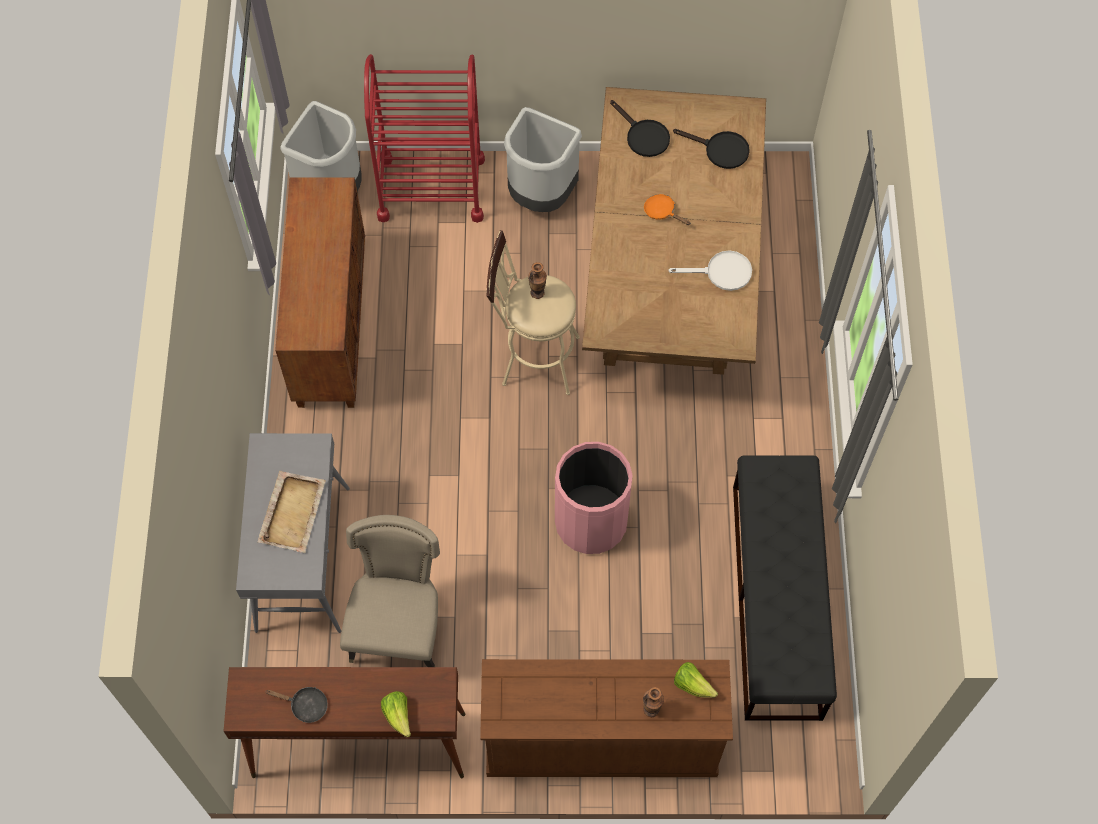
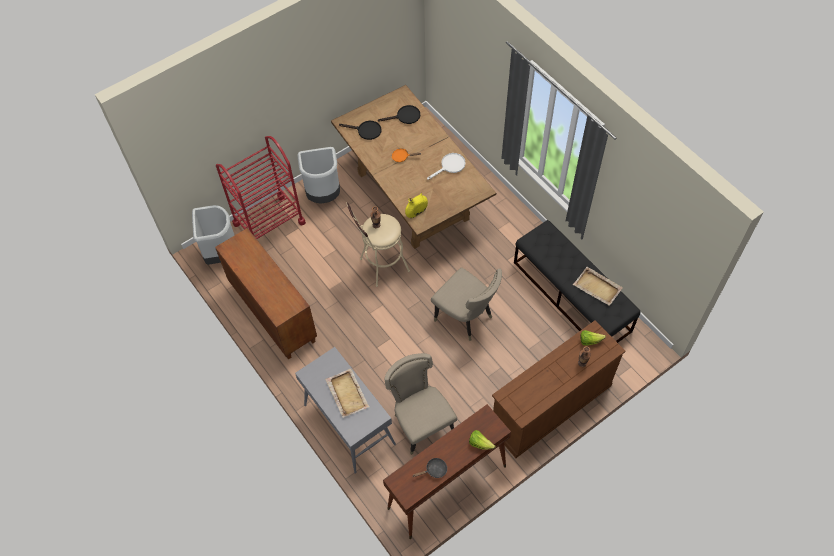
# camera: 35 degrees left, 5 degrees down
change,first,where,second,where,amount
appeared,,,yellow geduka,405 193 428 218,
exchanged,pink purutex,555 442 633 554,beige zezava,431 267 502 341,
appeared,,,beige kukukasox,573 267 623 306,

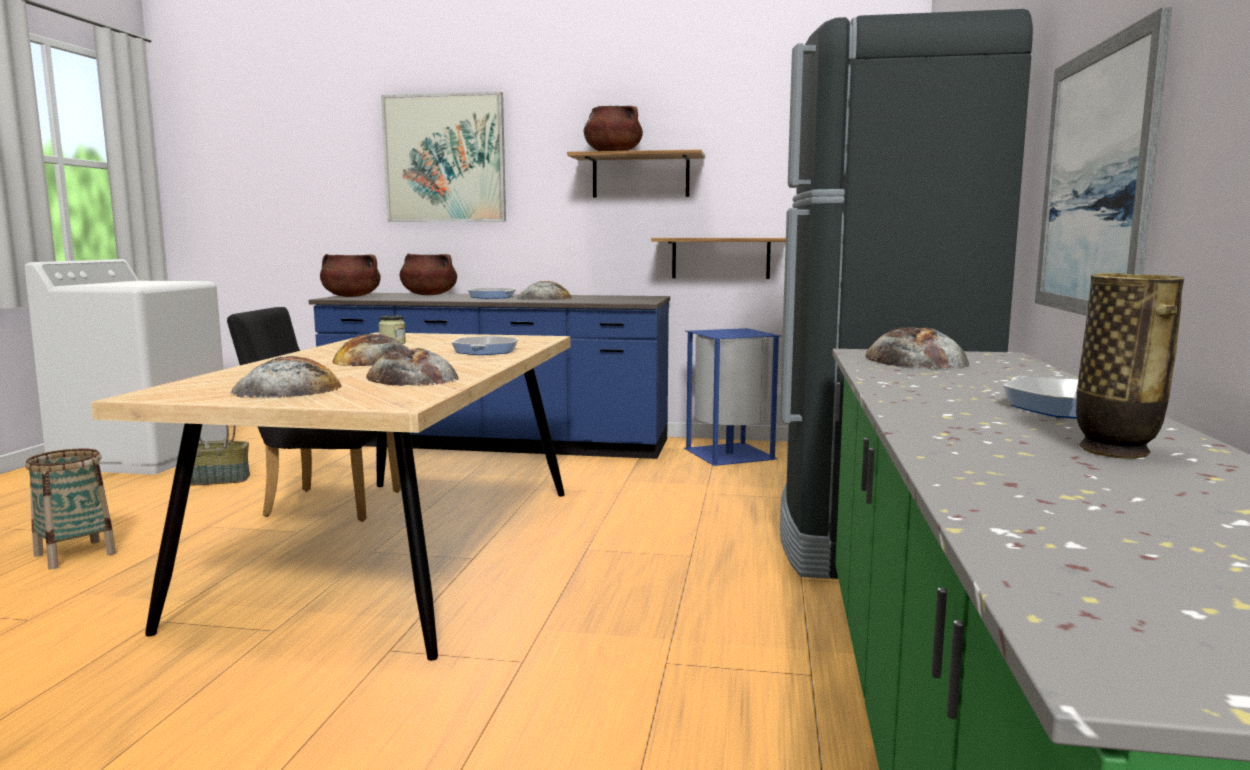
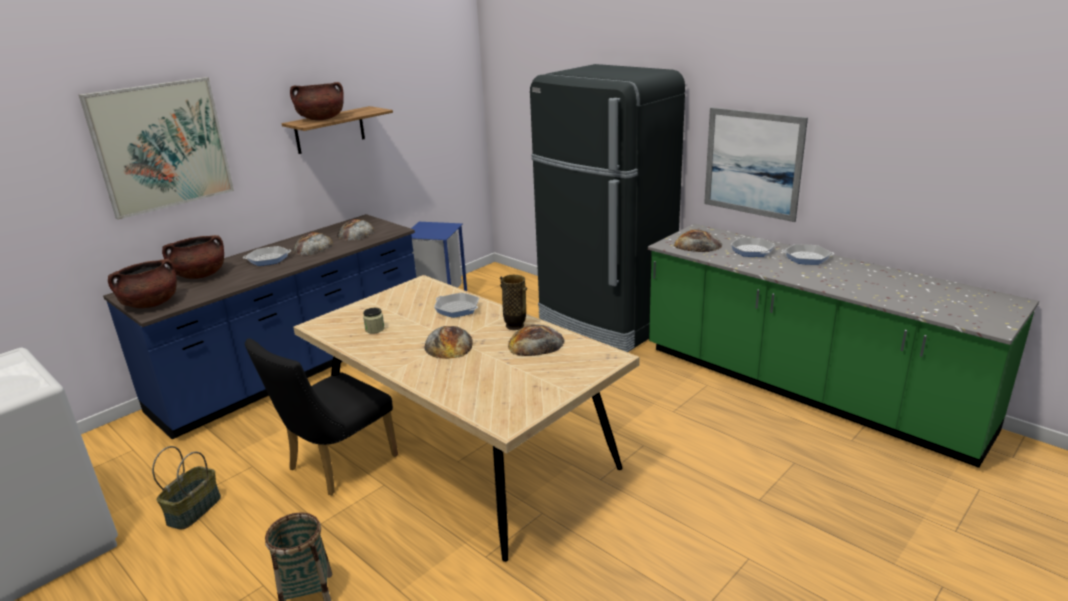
# camera: 55 degrees left, 15 degrees up
change,first,where,second,where,amount
relocated,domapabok,230 356 342 398,,336 219 375 241,
relocated,geduka,1076 273 1184 458,,500 275 527 330,
appeared,,,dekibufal,730 237 775 257,
missing,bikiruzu,651 238 786 279,,,

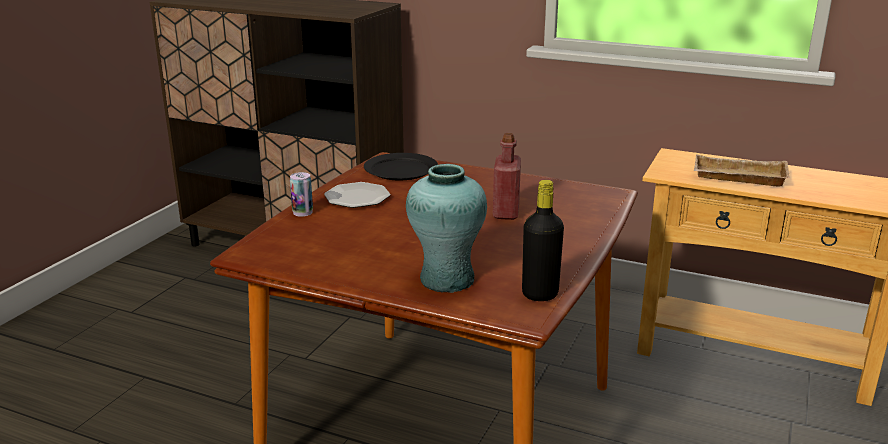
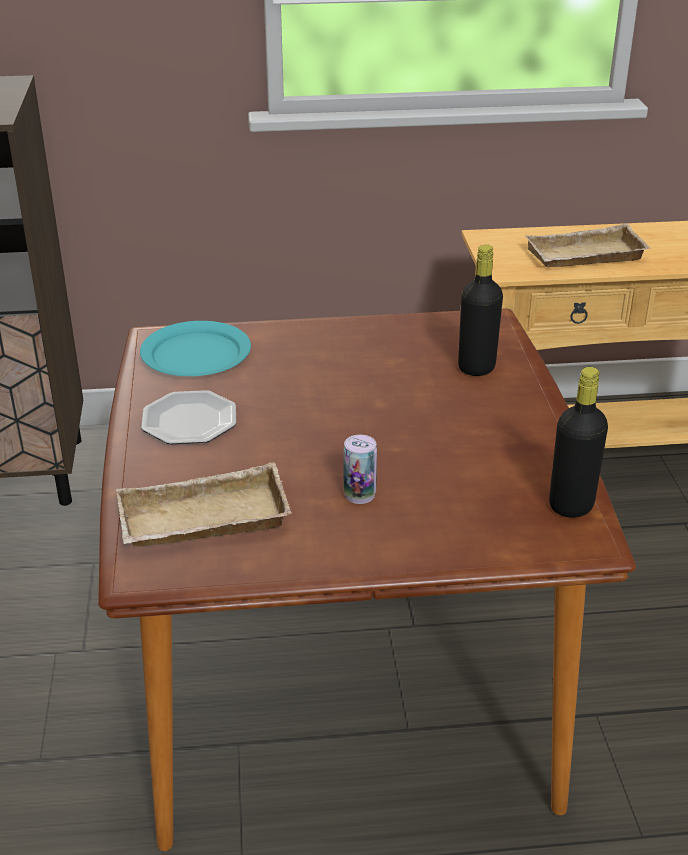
# camera: 30 degrees left, 10 degrees up
change,first,where,second,where,amount
appeared,,,beige kukukasox,116 462 292 547,
colour,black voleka,364 153 438 180,turquoise voleka,140 321 251 376,
relocated,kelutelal,290 172 313 217,,344 435 377 504,
appeared,,,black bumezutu,458 245 503 376,
missing,turquoise geduka,406 164 487 293,,,
missing,red bumezutu,493 133 521 220,,,

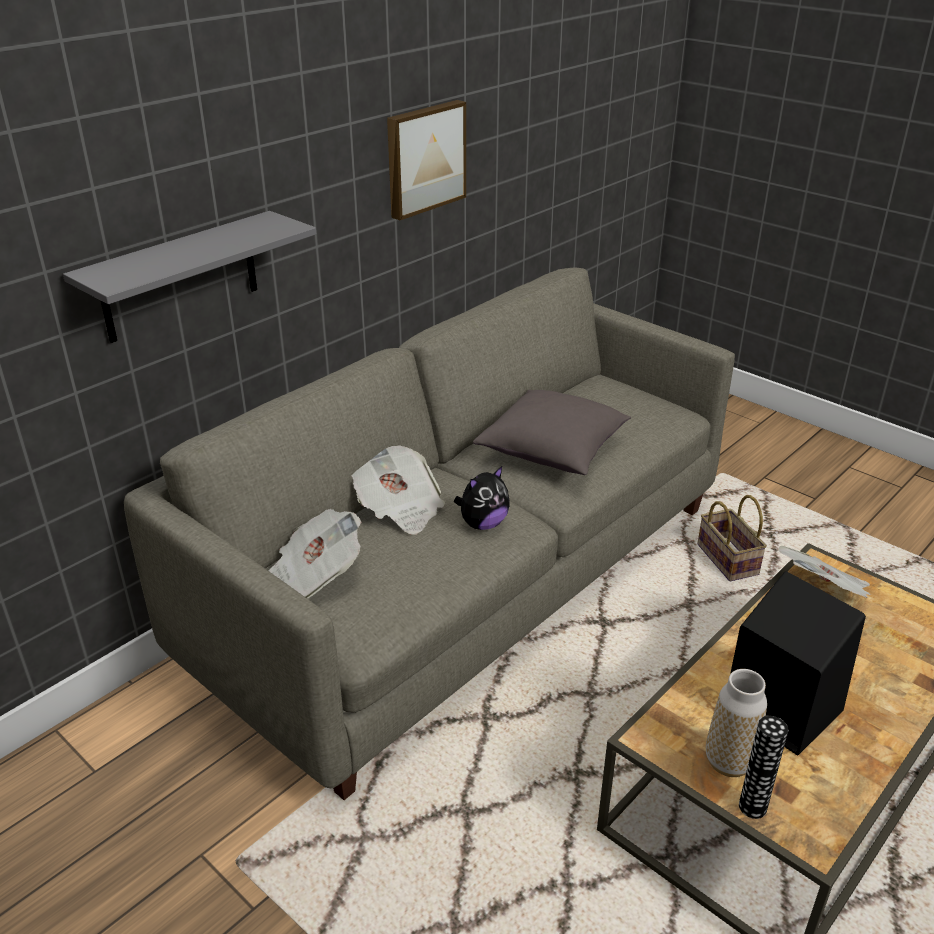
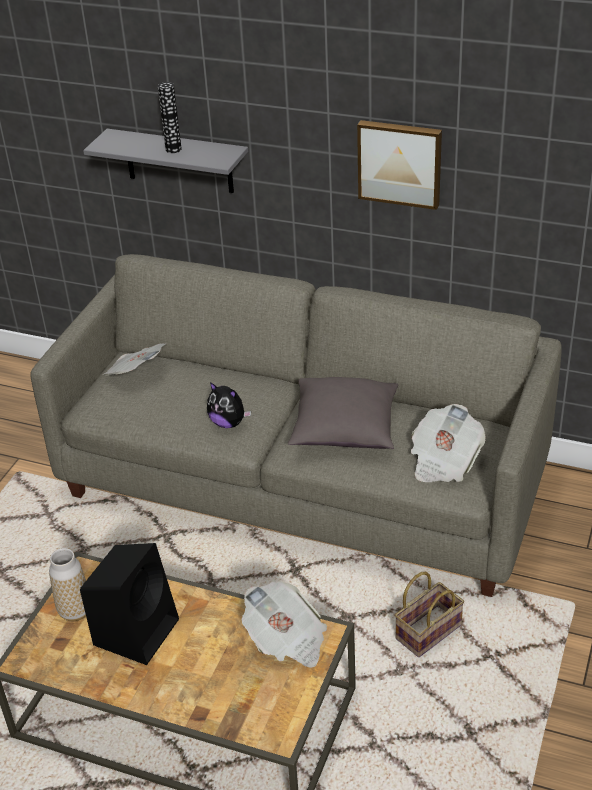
# camera: 70 degrees right, 5 degrees up
change,first,where,second,where,amount
relocated,geduka,739 716 788 819,,158 82 182 153,
relocated,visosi,351 445 445 535,,411 404 486 482,

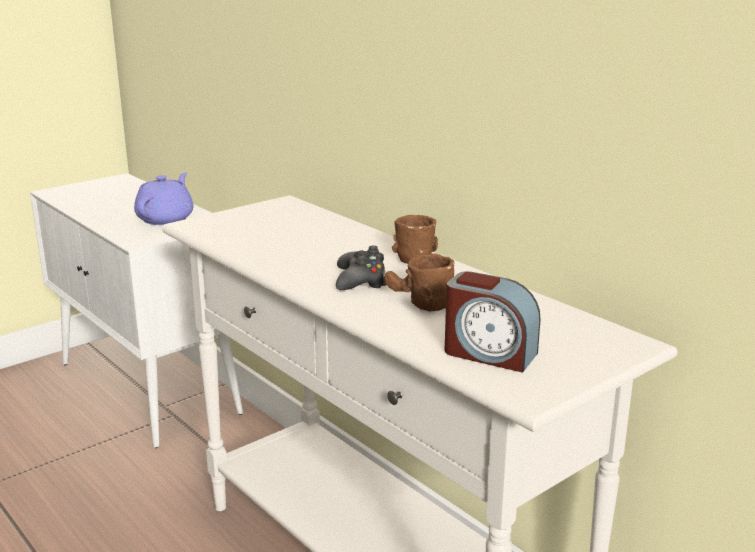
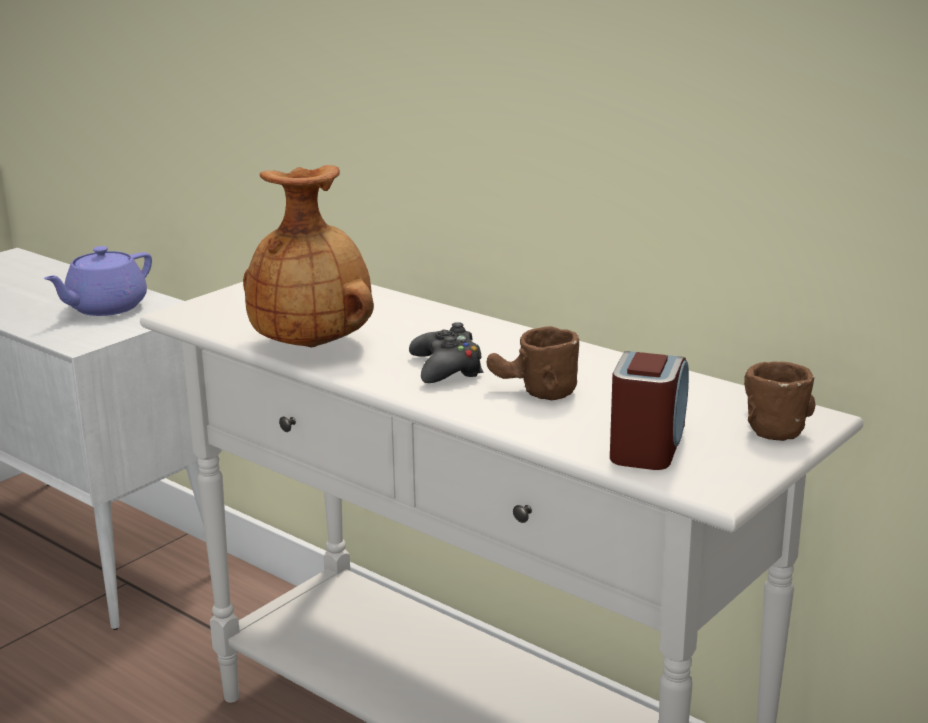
# camera: 10 degrees left, 0 degrees up
change,first,where,second,where,amount
spun,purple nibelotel,134 172 193 225,,43 246 152 316,150 degrees counterclockwise
appeared,,,brown geduka,243 165 374 348,
spun,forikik,445 271 540 373,,610 351 689 470,90 degrees counterclockwise
relocated,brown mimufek,392 215 438 264,,744 361 815 441,

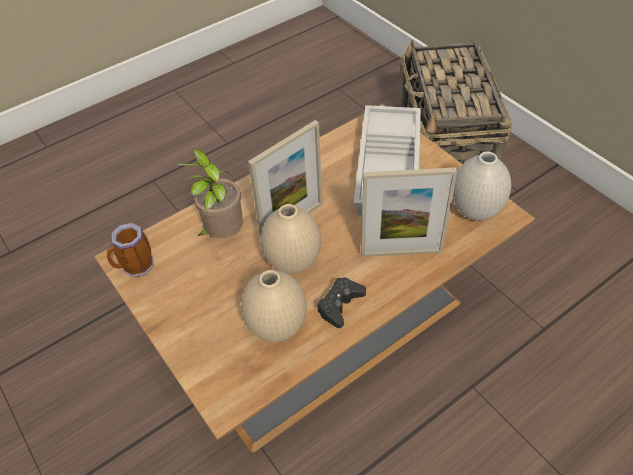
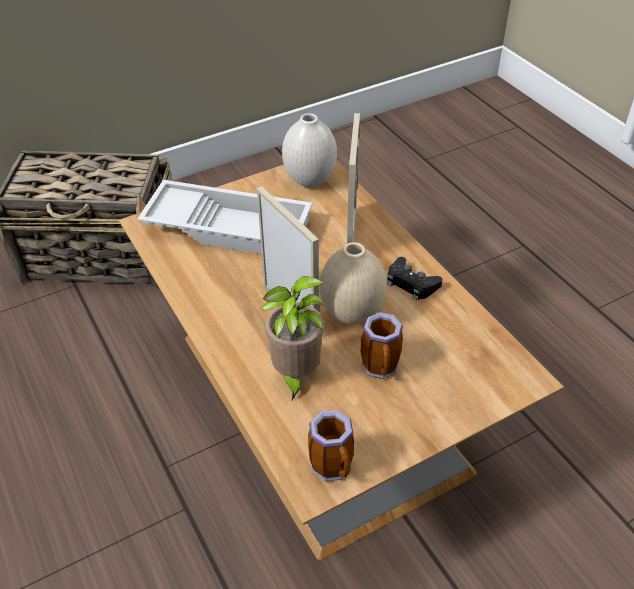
# camera: 85 degrees left, 5 degrees down
change,first,where,second,where,amount
appeared,,,mimufek,361 312 403 379,
missing,beige geduka,241 270 307 342,,,

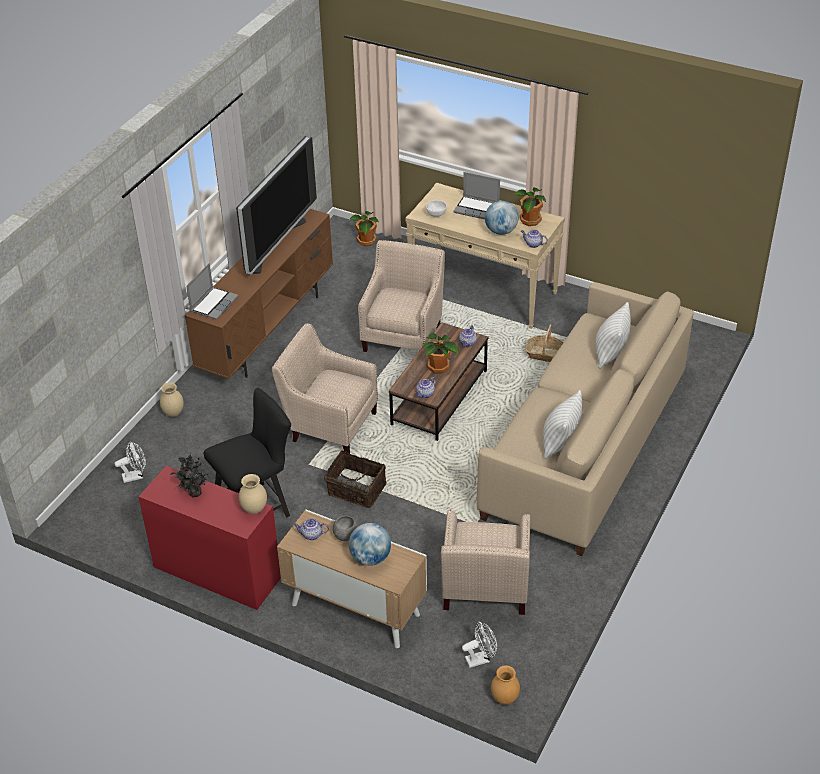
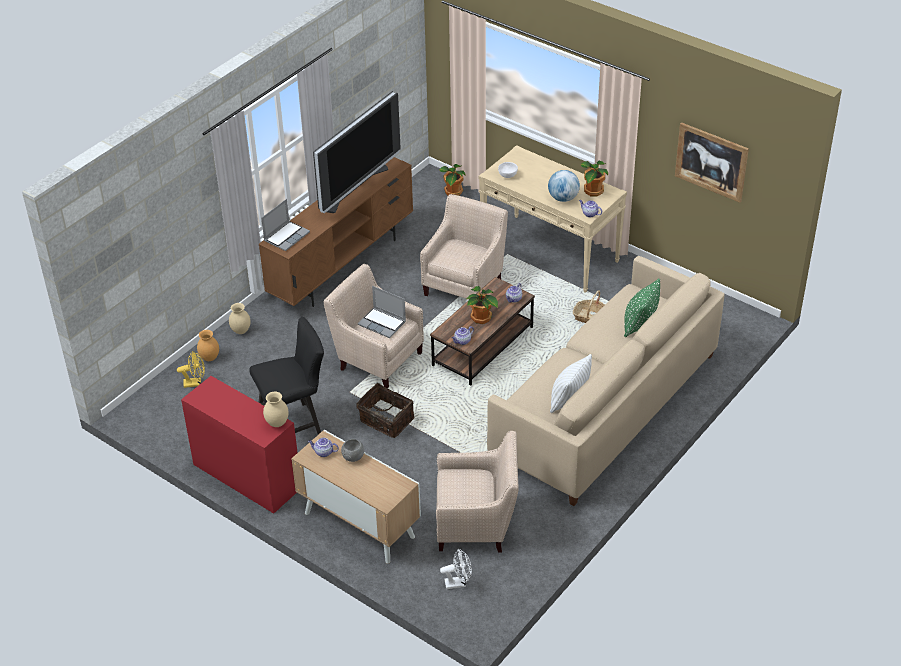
# camera: 10 degrees right, 0 degrees up
change,first,where,second,where,amount
colour,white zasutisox,115 441 146 483,yellow zasutisox,177 351 205 388,
relocated,brown geduka,491 665 520 705,,197 330 219 361,
relocated,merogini,453 172 500 219,,358 286 406 338,
spun,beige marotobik,441 510 531 615,,436 431 519 553,105 degrees counterclockwise
colour,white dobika,596 302 631 369,green dobika,624 278 660 337,
appeared,,,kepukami,675 122 749 203,
missing,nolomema,170 453 208 497,,,
missing,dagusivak,349 523 391 566,,,

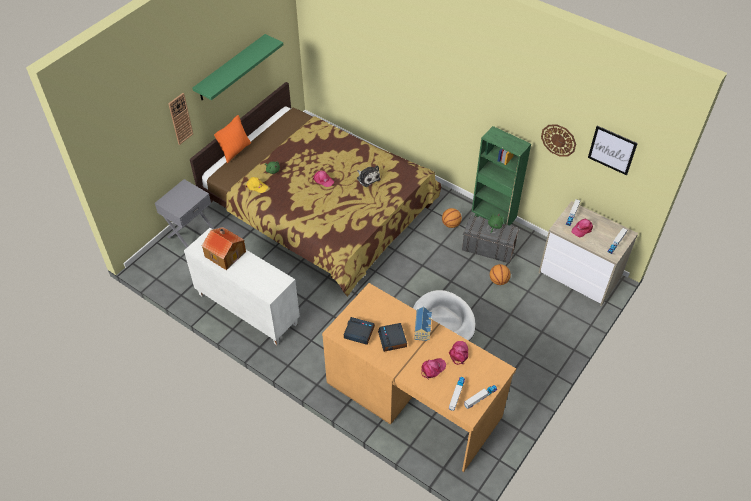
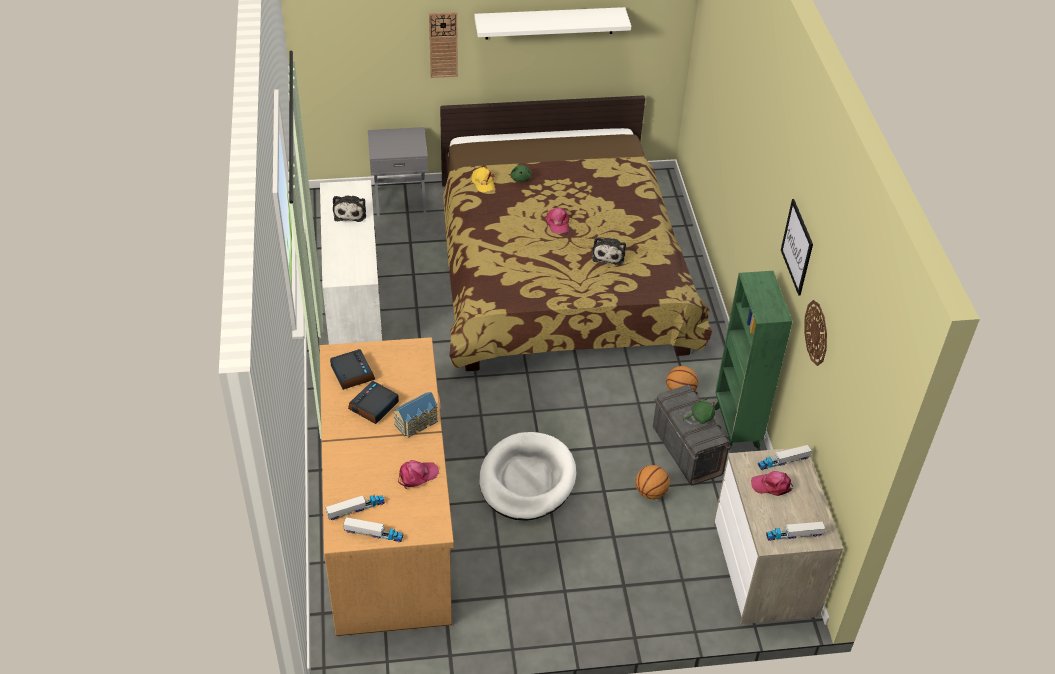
# camera: 45 degrees right, 5 degrees down
change,first,where,second,where,amount
exchanged,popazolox,202 227 246 270,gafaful,333 195 366 222,
colour,green bikiruzu,192 34 283 100,white bikiruzu,474 7 631 40,
relocated,kepukami,588 126 638 175,,781 199 813 296,
missing,orange dobika,214 115 251 163,,,
missing,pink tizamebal,421 358 446 380,,,

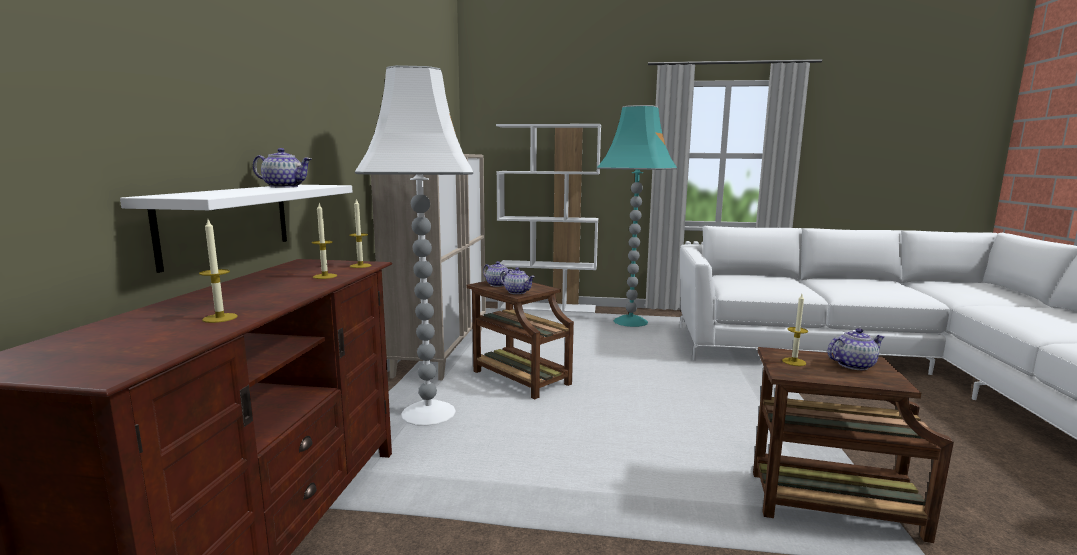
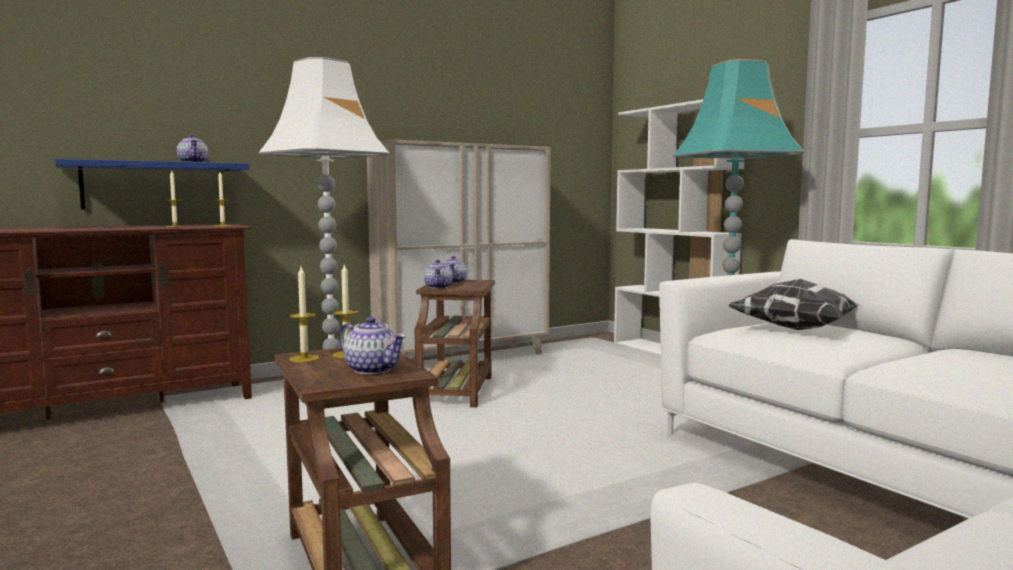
# camera: 50 degrees right, 5 degrees down
change,first,where,second,where,amount
colour,white bikiruzu,120 185 352 273,blue bikiruzu,55 159 250 210,
relocated,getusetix,199 220 238 323,,289 267 320 362,
appeared,,,dobika,728 279 861 330,

